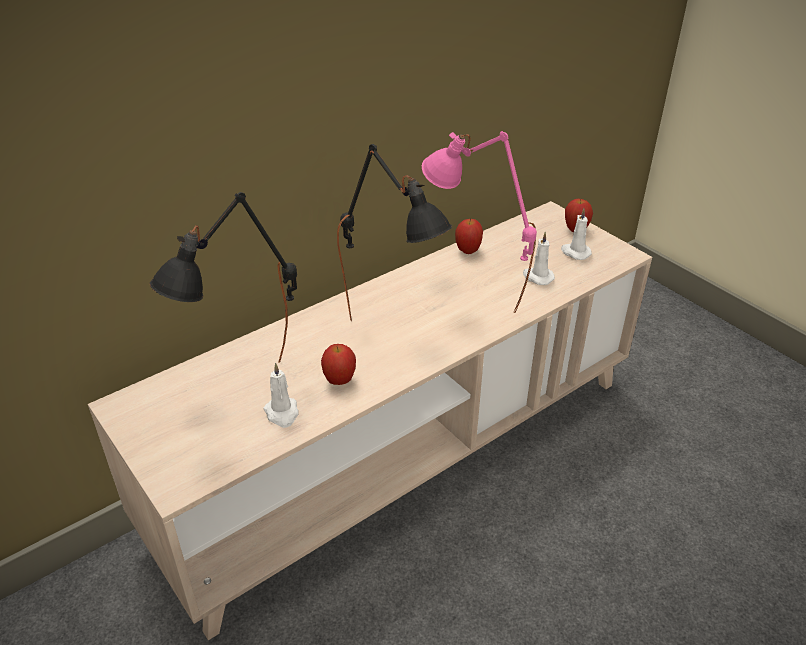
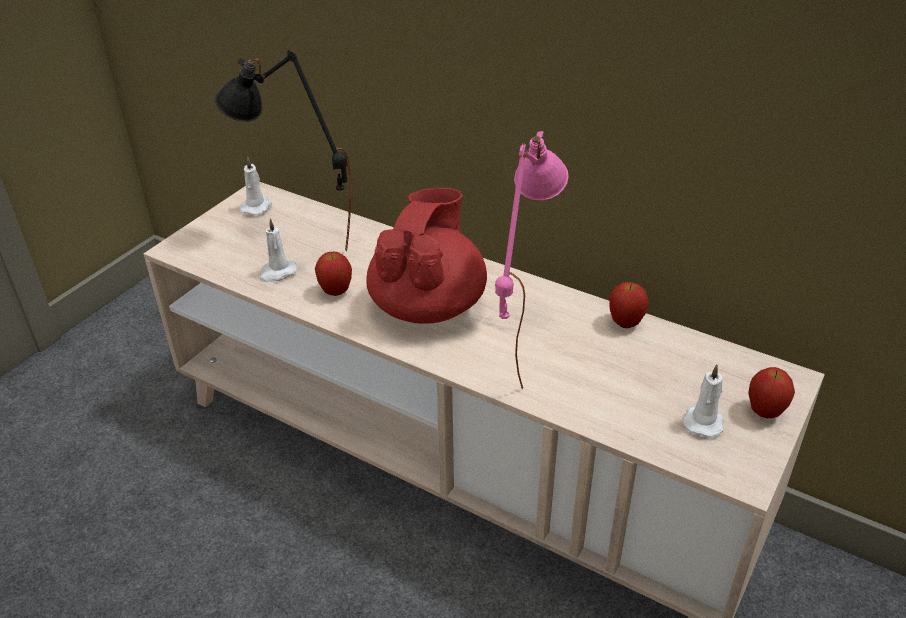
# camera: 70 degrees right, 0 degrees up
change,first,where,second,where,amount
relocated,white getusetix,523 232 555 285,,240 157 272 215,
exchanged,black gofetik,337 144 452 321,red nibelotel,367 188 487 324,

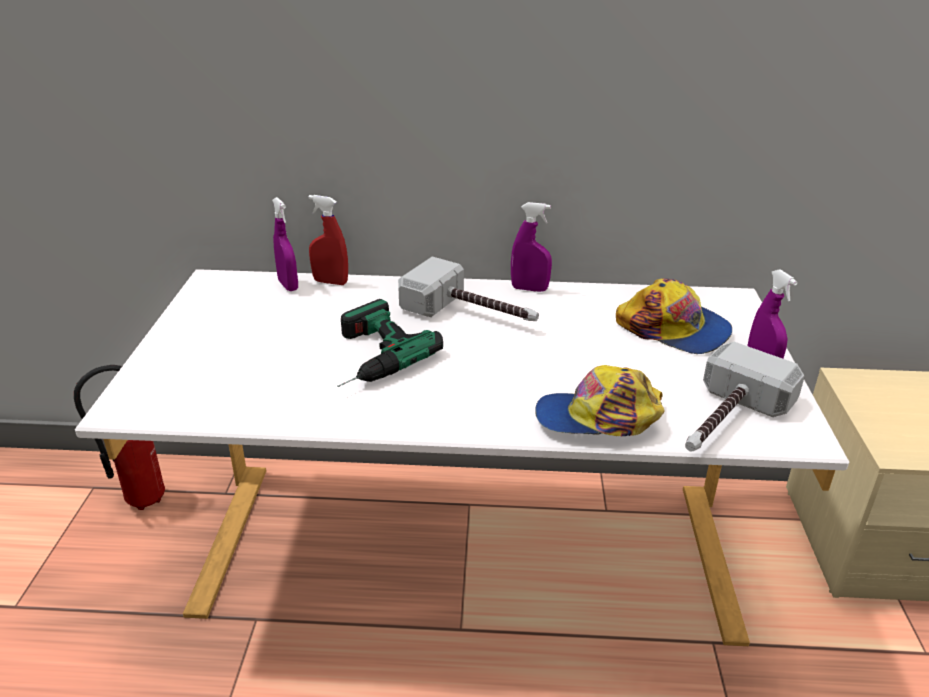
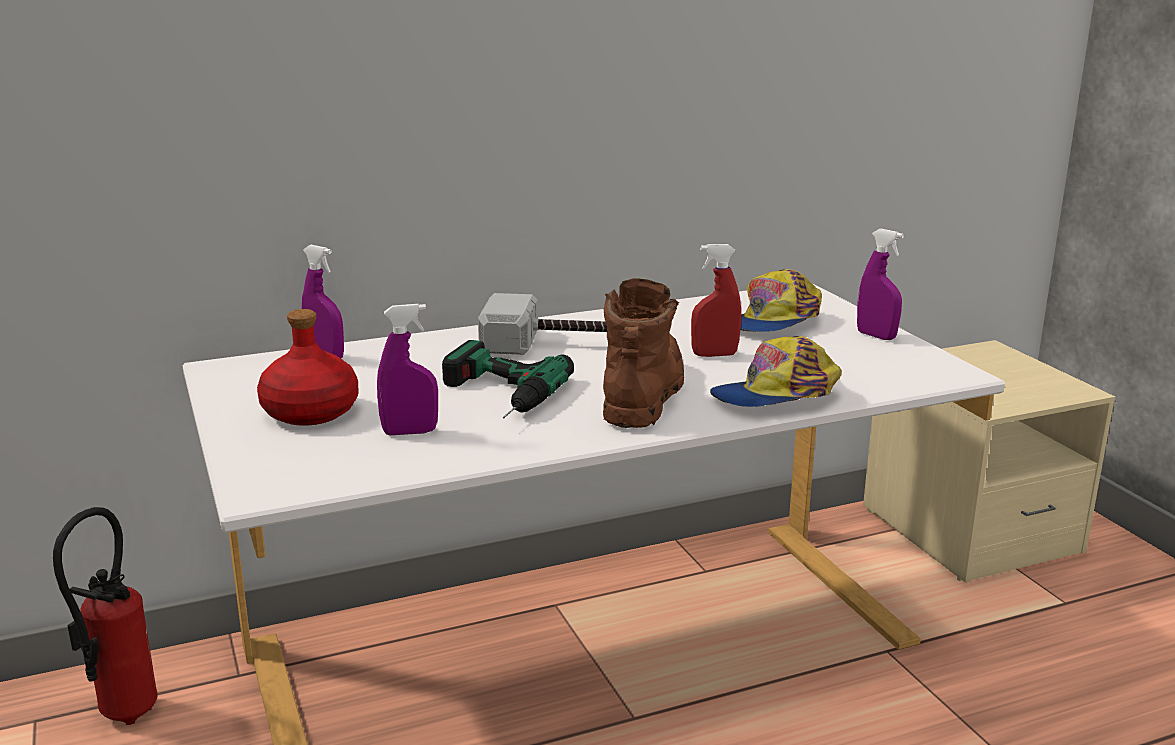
# camera: 25 degrees left, 10 degrees down
change,first,where,second,where,amount
appeared,,,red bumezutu,257 309 358 426,
relocated,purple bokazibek,511 202 552 292,,377 304 438 435,
appeared,,,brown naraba,603 278 684 428,
relocated,red bokazibek,308 195 348 285,,691 244 741 357,
spun,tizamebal,616 278 732 354,,740 269 822 332,120 degrees clockwise
missing,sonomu,685 342 805 452,,,

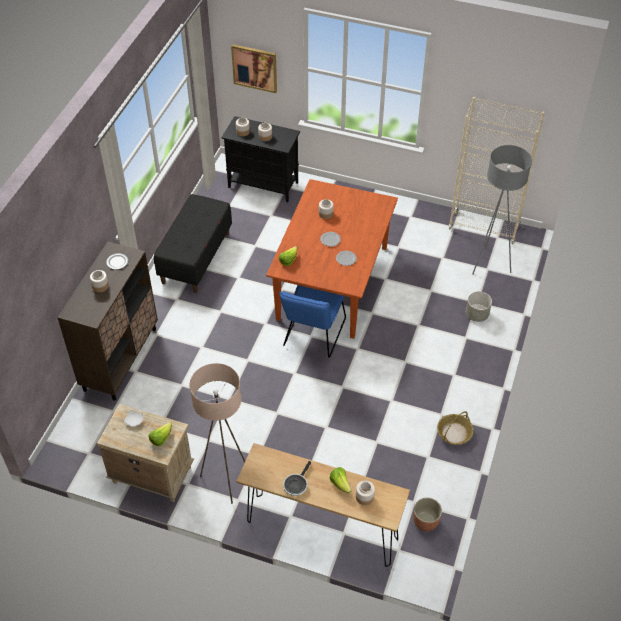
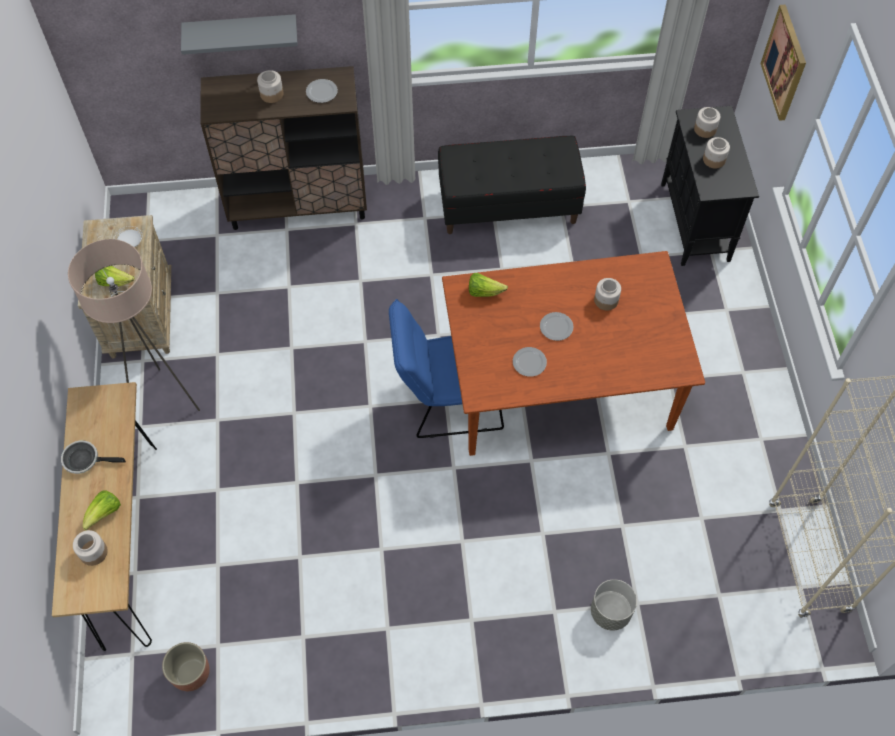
# camera: 65 degrees right, 10 degrees up
change,first,where,second,where,amount
appeared,,,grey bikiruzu,181 14 298 55,
missing,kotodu,437 411 474 445,,,
missing,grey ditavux,472 145 532 275,,,

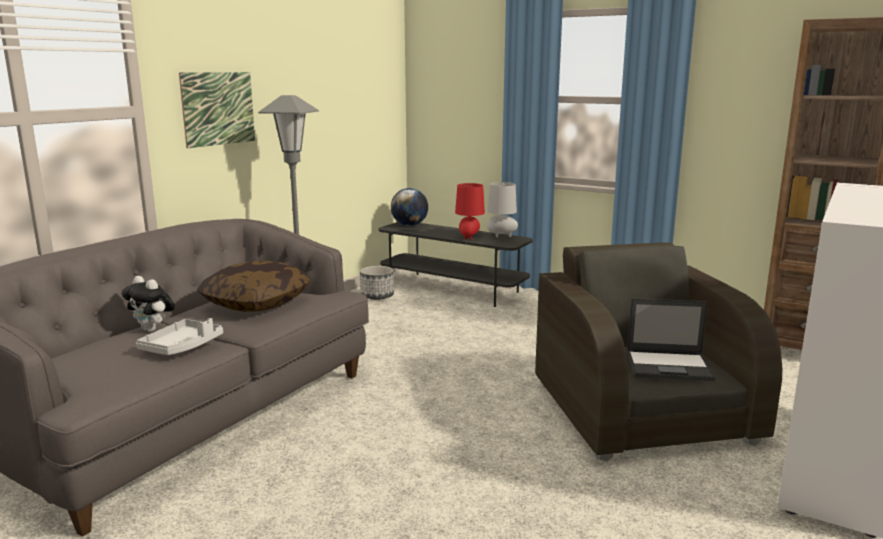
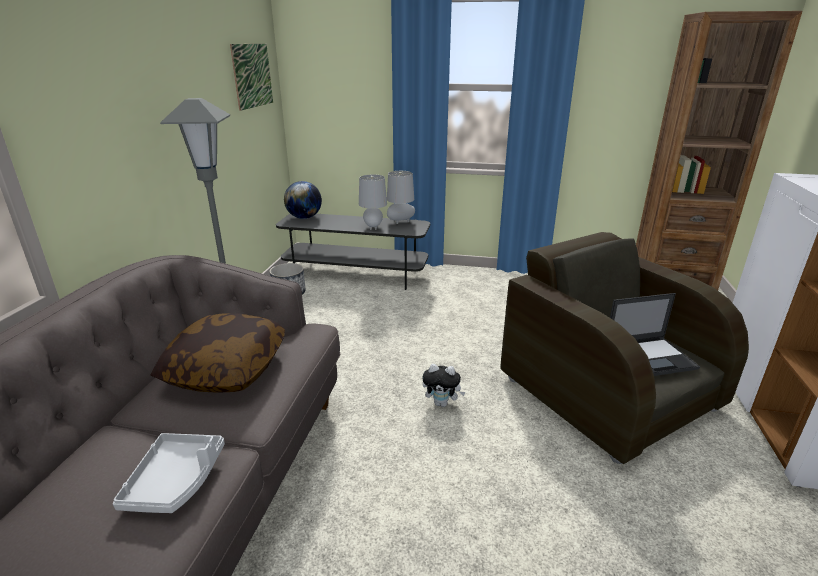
# camera: 20 degrees left, 10 degrees up
change,first,where,second,where,amount
relocated,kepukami,179 72 255 148,,230 44 273 111,
colour,red gofetik,455 183 485 240,grey gofetik,359 175 387 230,
relocated,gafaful,121 276 175 332,,422 364 466 407,

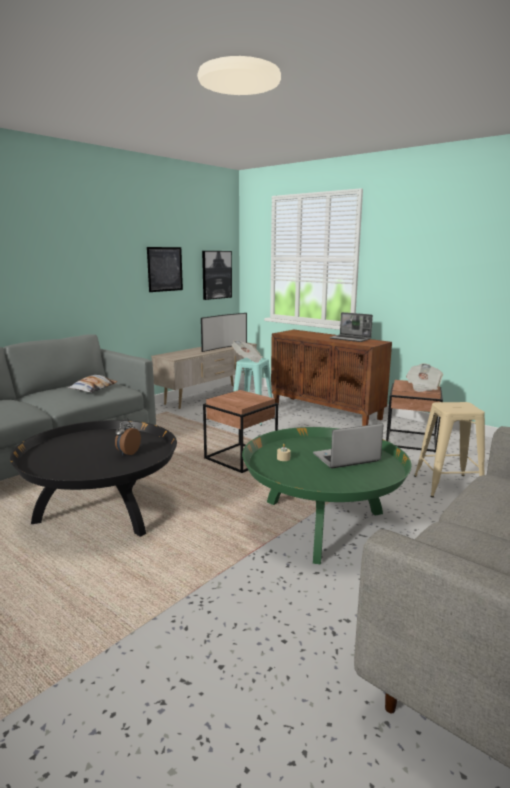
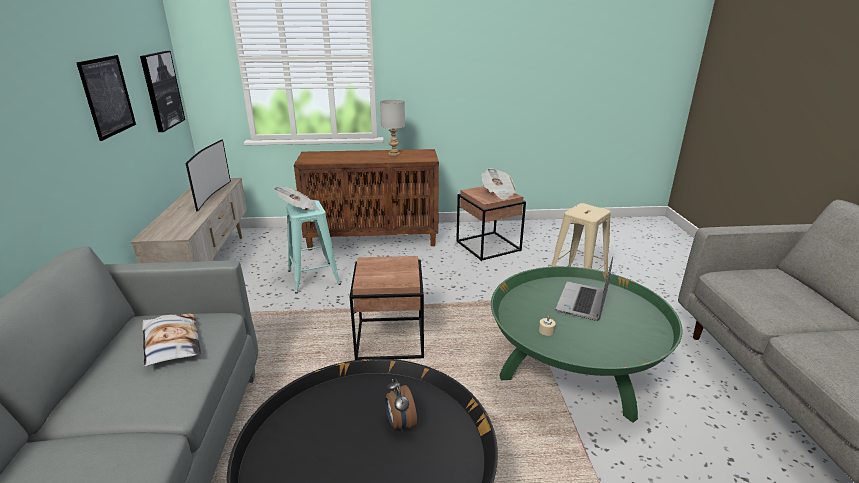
# camera: 45 degrees left, 10 degrees up
change,first,where,second,where,amount
exchanged,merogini,330 312 373 342,grey gofetik,380 99 405 156,

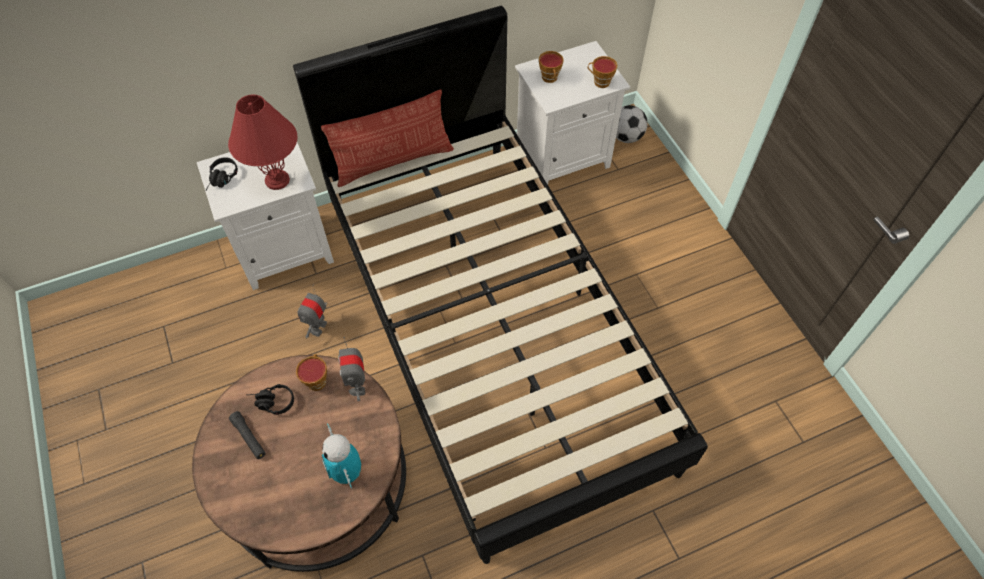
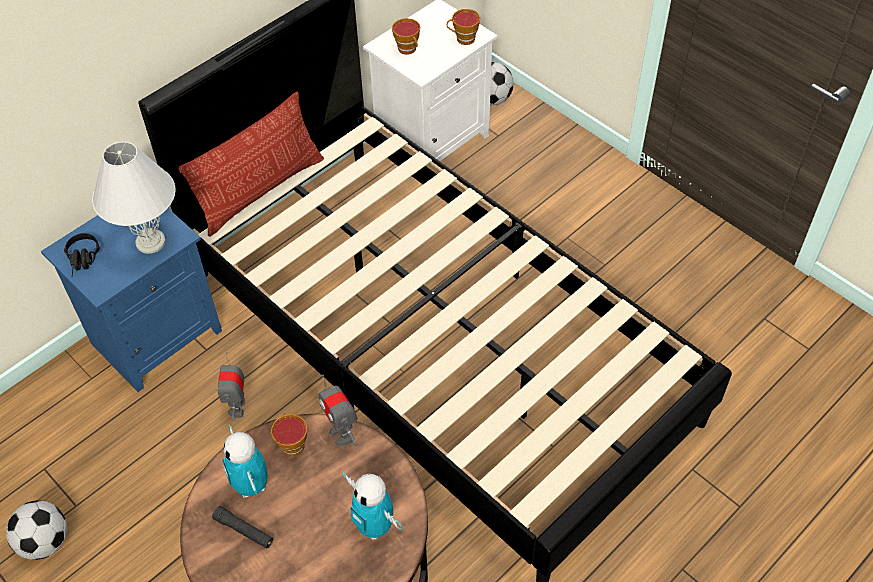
# camera: 20 degrees left, 5 degrees down
change,first,where,second,where,amount
appeared,,,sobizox,6 500 67 560,
colour,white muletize,197 143 334 290,blue muletize,41 208 222 392,
colour,red gofetik,228 94 298 190,white gofetik,92 141 176 254,
exchanged,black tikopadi,248 384 294 415,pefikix,223 424 268 498,

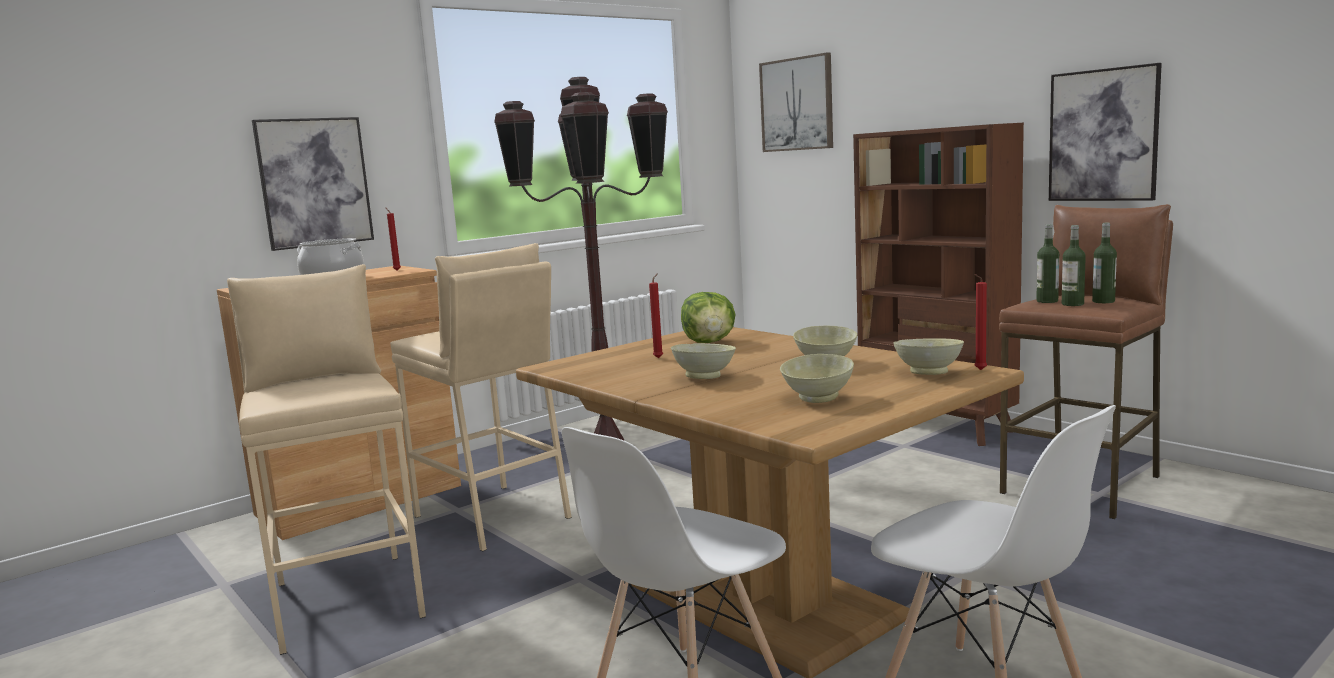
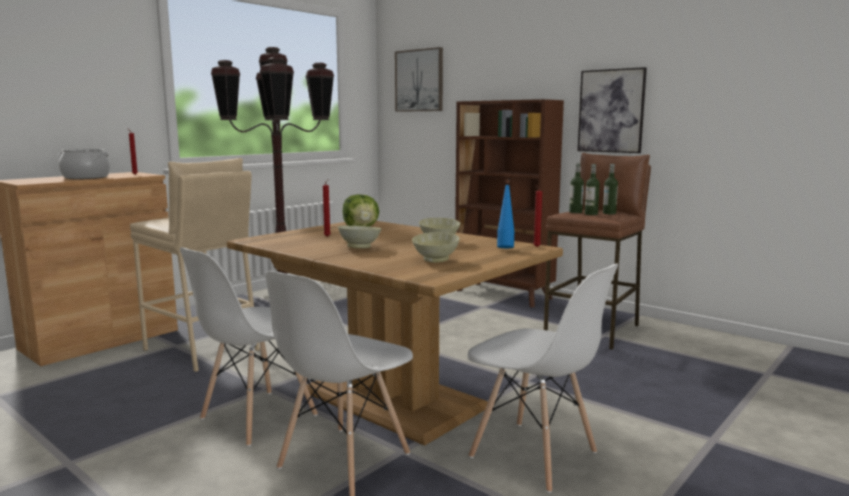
# camera: 10 degrees left, 0 degrees up
change,first,where,second,where,amount
appeared,,,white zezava,180 247 318 447,
exchanged,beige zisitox,893 338 964 375,blue bumezutu,497 179 514 248,
missing,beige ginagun,227 264 426 655,,,
missing,kepukami,252 117 374 251,,,

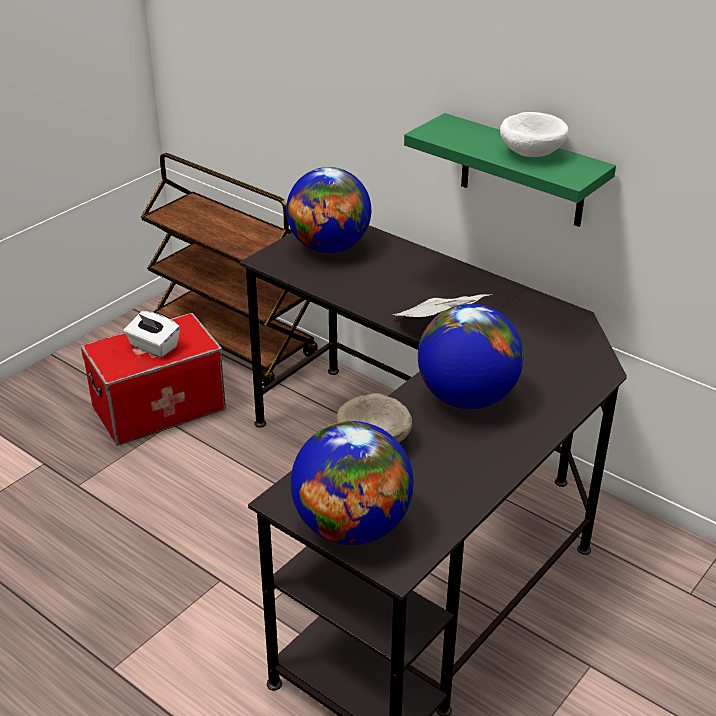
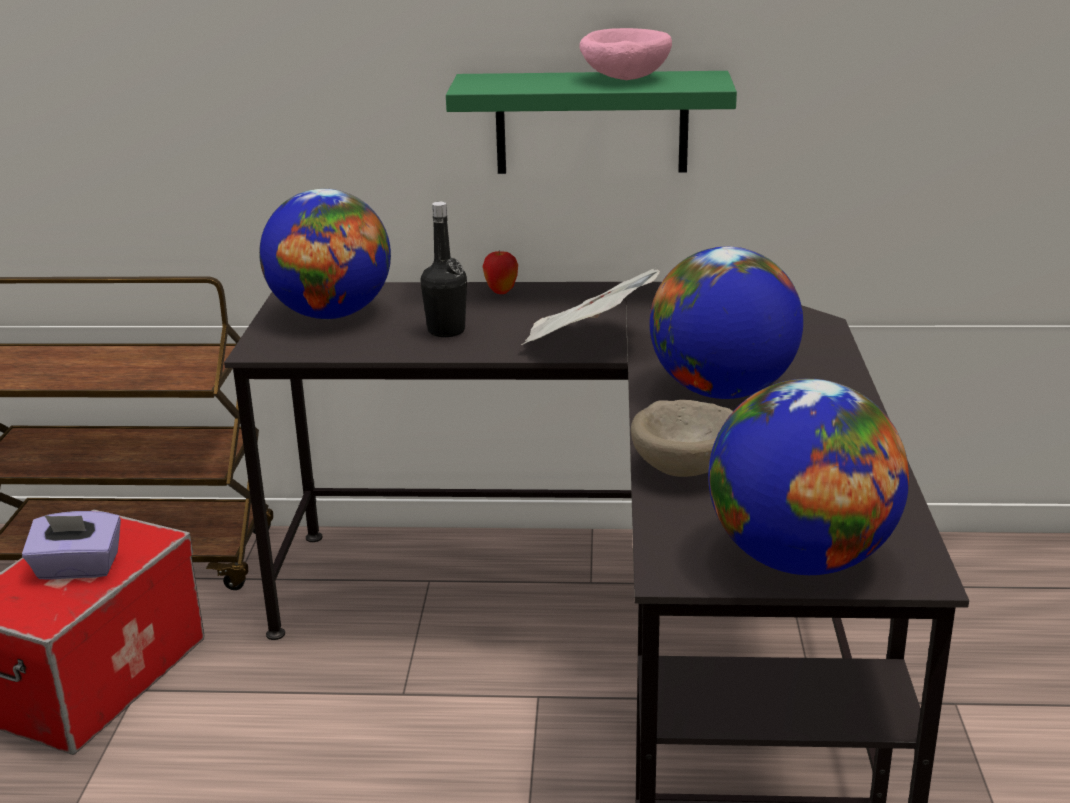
# camera: 35 degrees left, 10 degrees down
change,first,where,second,where,amount
colour,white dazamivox,124 311 180 358,purple dazamivox,22 511 121 580,
appeared,,,black bumezutu,420 202 467 337,
appeared,,,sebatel,483 251 518 294,
colour,white zisitox,500 112 569 157,pink zisitox,579 28 672 80,

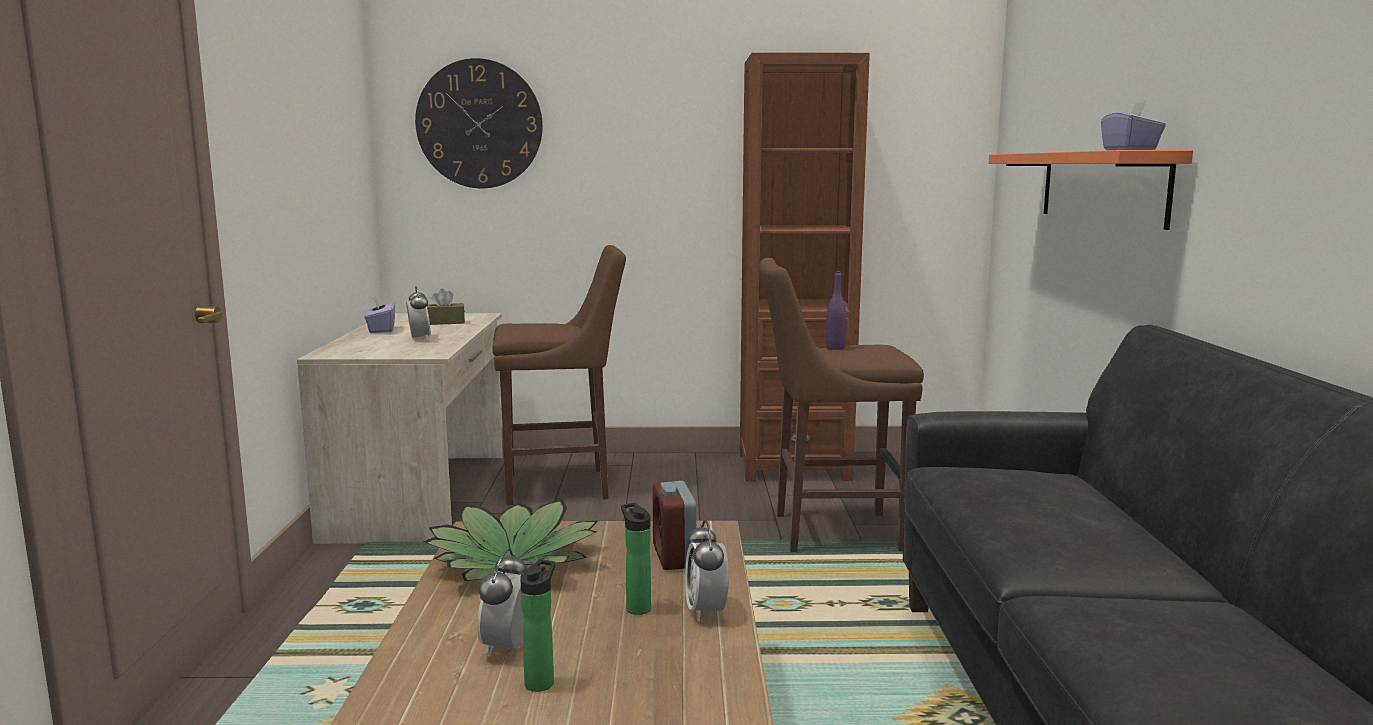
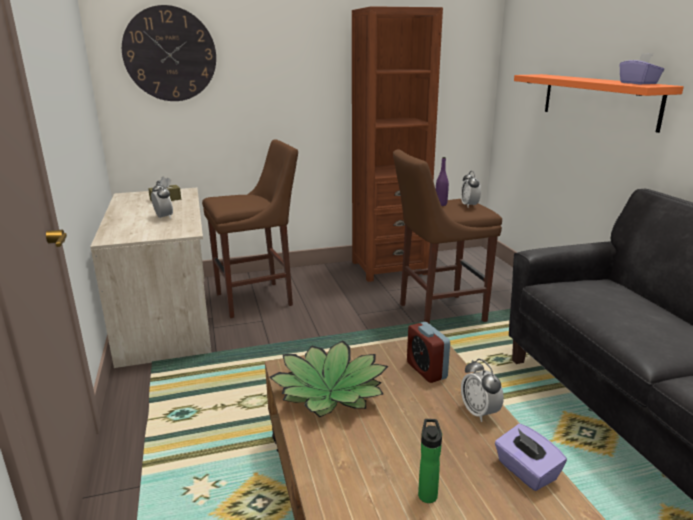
# camera: 15 degrees left, 10 degrees up
change,first,where,second,where,amount
relocated,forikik,477 548 527 657,,461 171 481 207,
relocated,purple dazamivox,364 295 395 333,,495 424 567 491,
missing,bumezutu,621 503 651 615,,,

